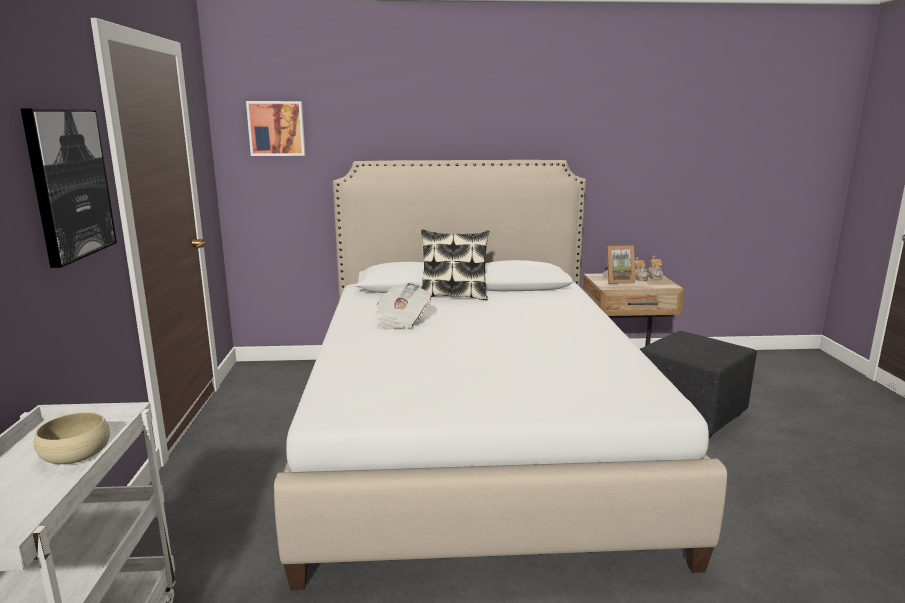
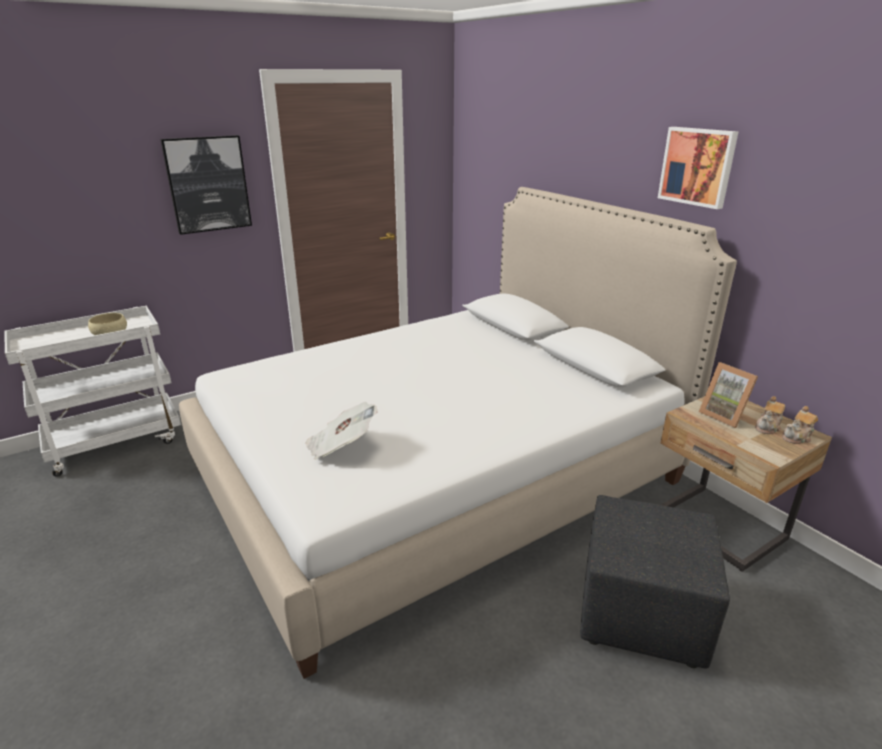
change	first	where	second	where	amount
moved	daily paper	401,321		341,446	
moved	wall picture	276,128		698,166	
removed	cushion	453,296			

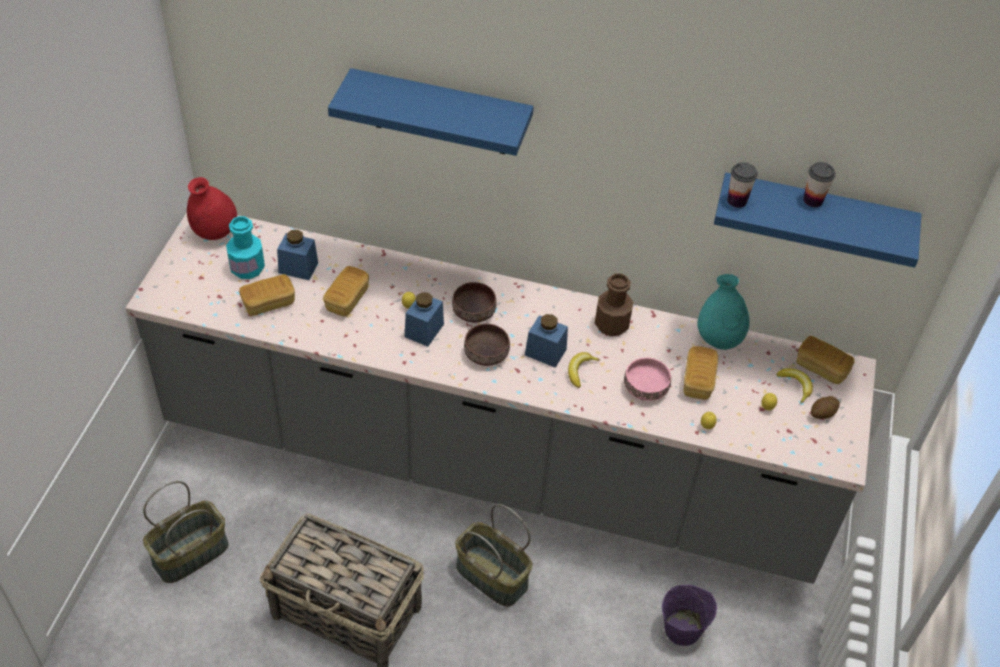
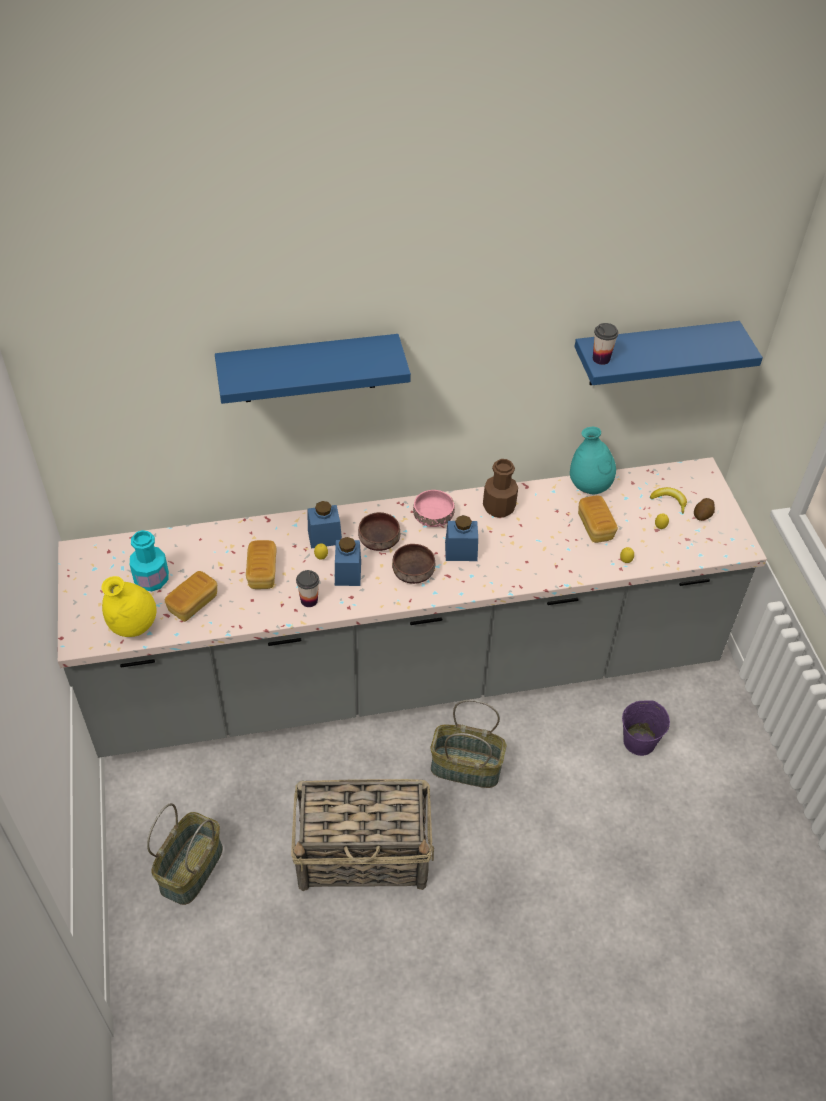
change	first	where	second	where	amount
added			decorative vase (yellowish)	133,627	
moved	drinking cup	813,200		309,600	
moved	preserve jar (blue)	298,268		324,537	
moved	bowl (pink-coloured)	644,387		432,516	
removed	decorative vase (red-coloured)	215,233			
removed	banana fruit	580,371			
removed	bakery bread	821,368			

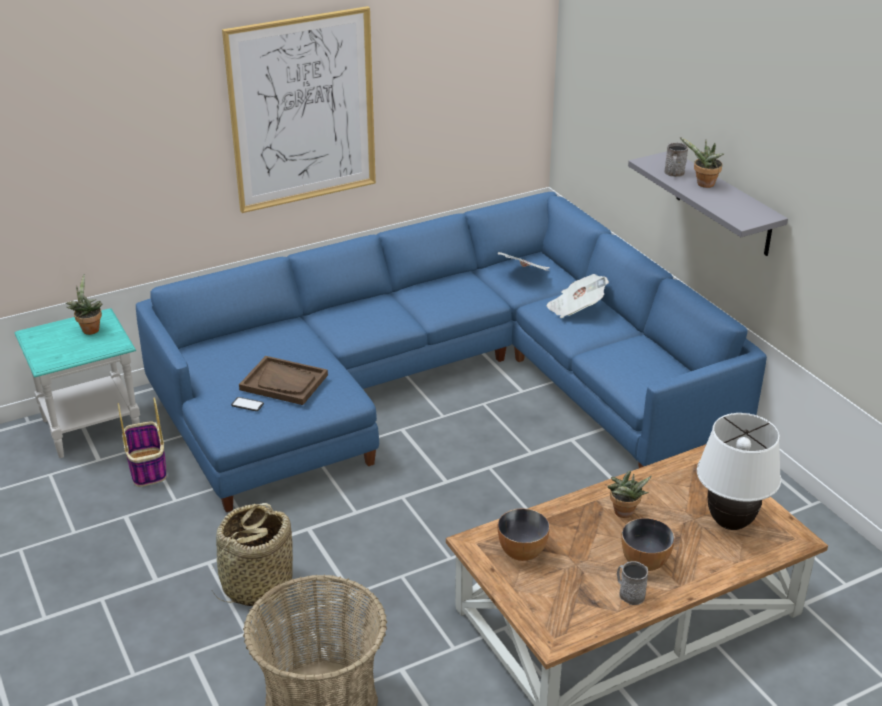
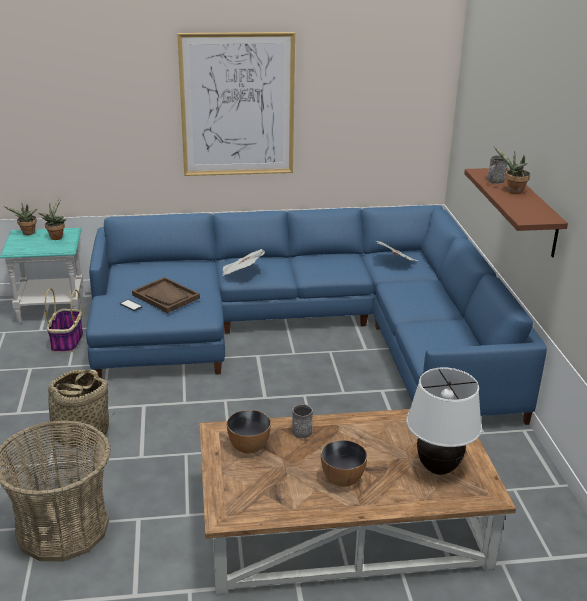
change	first	where	second	where	amount
moved	houseplant	624,514		27,233	
moved	daily paper	575,309		242,273	
moved	tea mug (gray)	629,593		300,430	
recoloured	bracket shelf (gray)	723,204	bracket shelf (brown)	532,212	

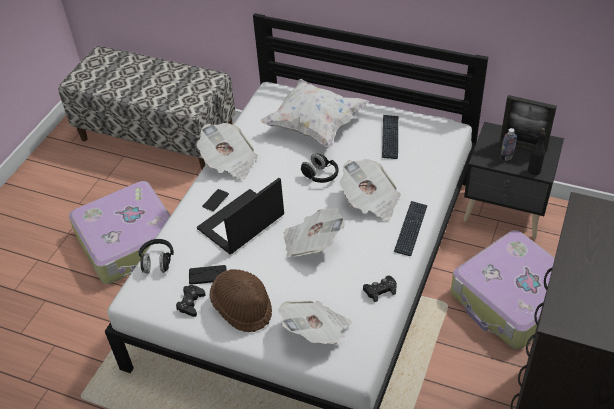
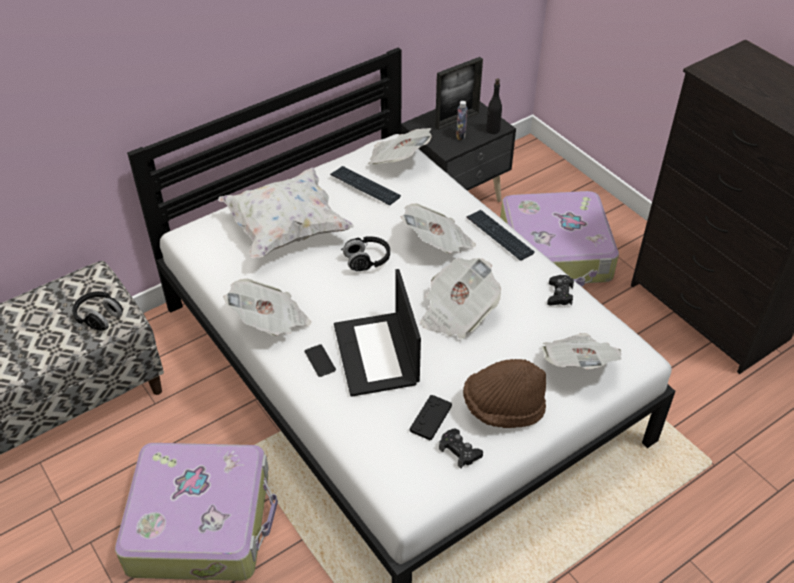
change	first	where	second	where	amount
moved	headphones (black)	157,262		99,318	
added			daily paper	398,160	

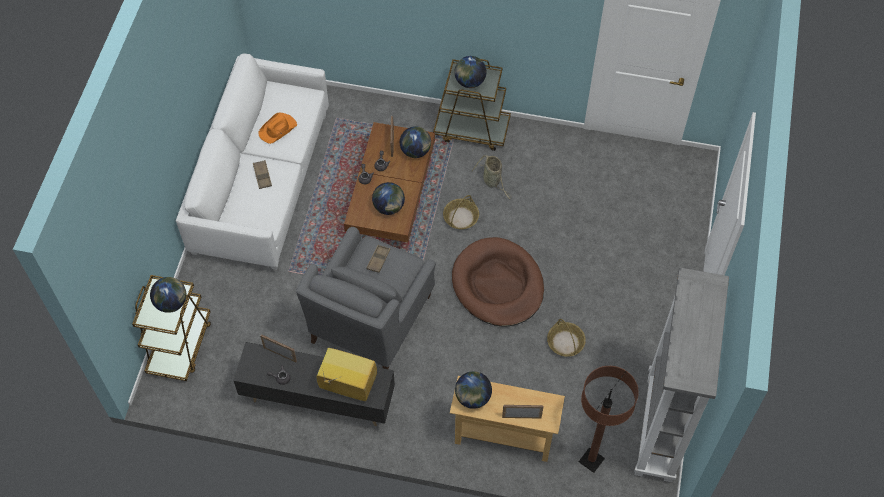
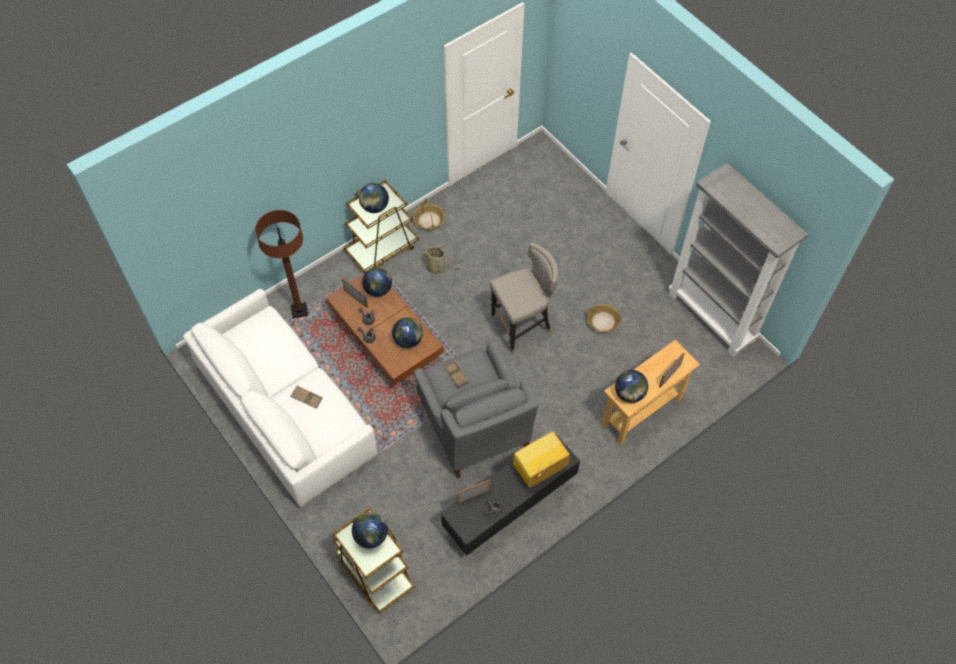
change	first	where	second	where	amount
moved	standing lamp (brown)	591,460		299,311	
moved	storage basket	461,217		429,220	
replaced	pet bed (brown)	498,285	sitting stool (gray)	522,327	
removed	clothing hat (orange-coloured)	278,129			

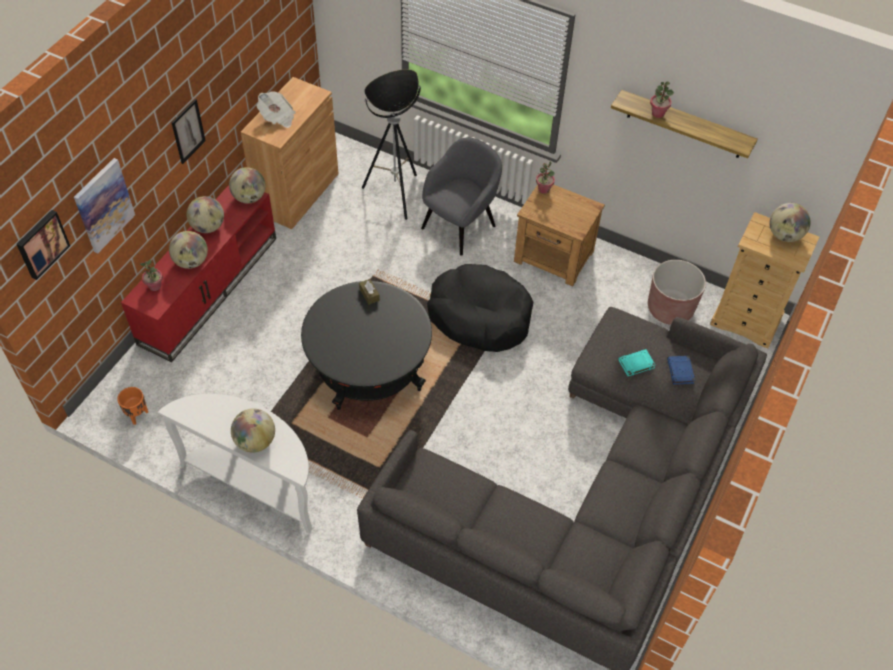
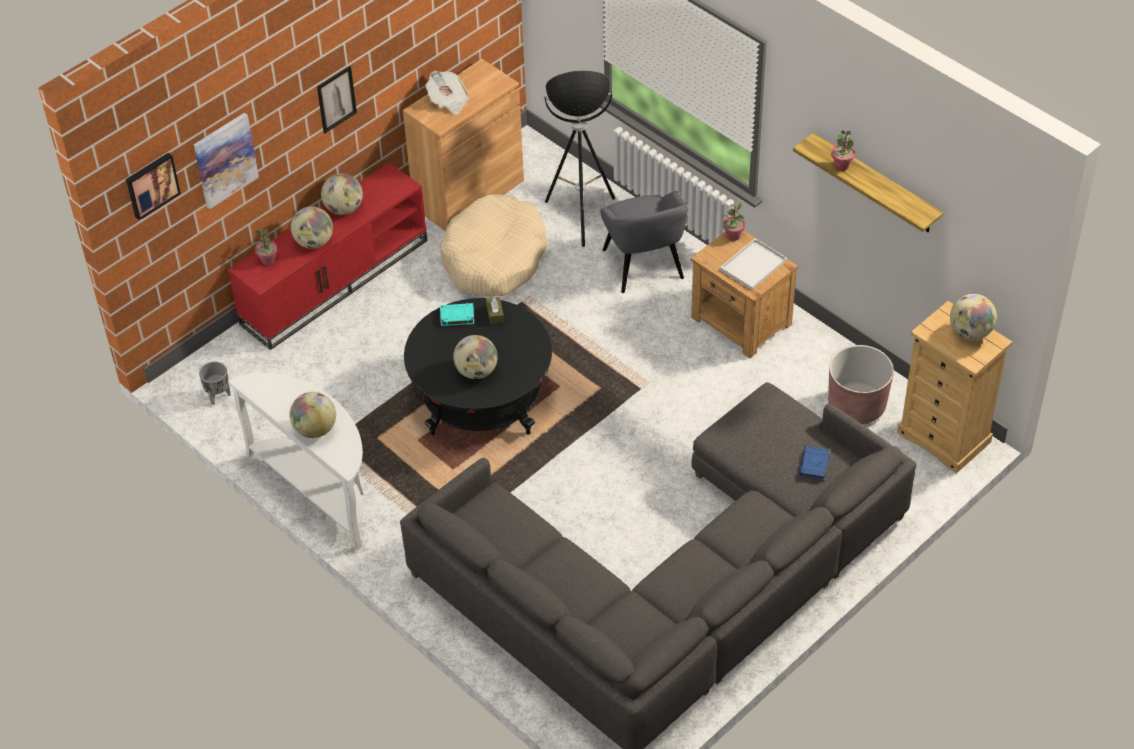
change	first	where	second	where	amount
recoloured	flower pot (orange-coloured)	137,415	flower pot (gray)	218,395	
added			pet bed (sand-coloured)	494,258	
moved	volume (turquoise-coloured)	636,364		456,316	
moved	world globe	249,197		476,371	
turned	easy chair (gray)	460,226		643,265	105 degrees clockwise
added			carrying tray (white-coloured)	753,266	
removed	pet bed (black)	480,316			

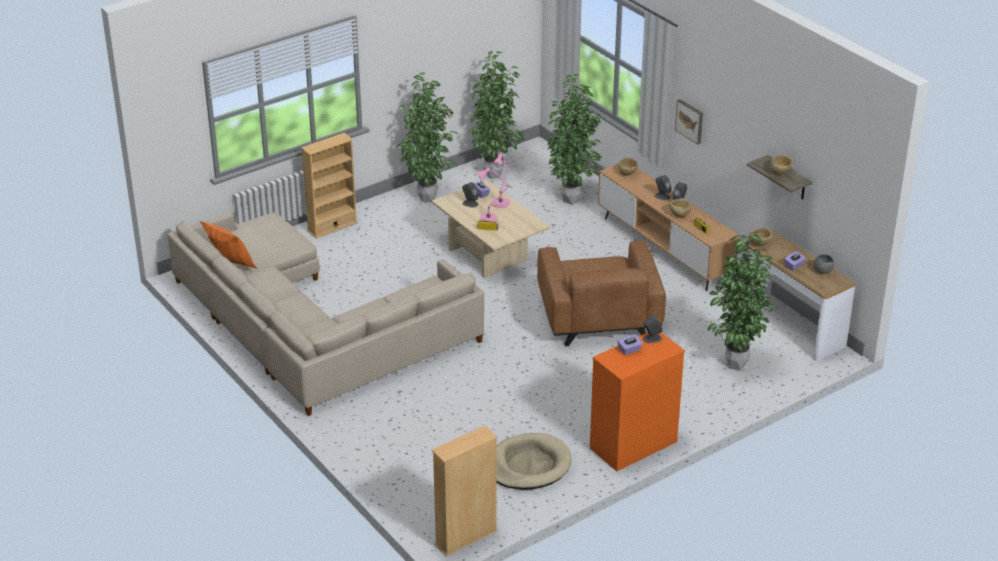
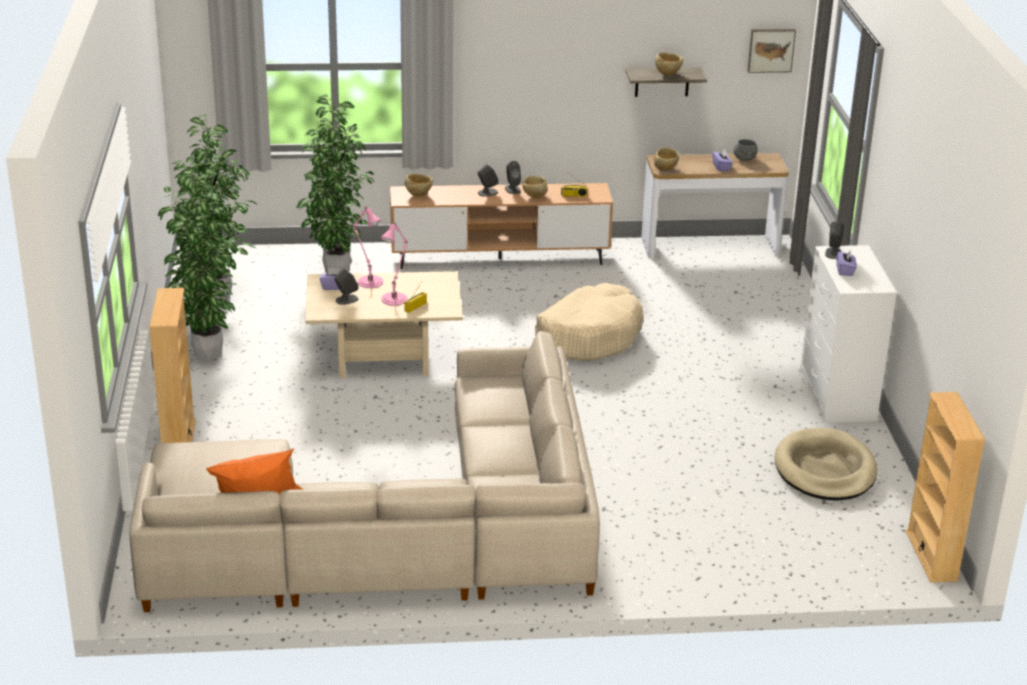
change	first	where	second	where	amount
replaced	easy chair (brown)	599,318	pet bed (sand-coloured)	588,336	
moved	wall picture	690,121		770,49	
recoloured	drawer chest (orange-coloured)	632,445	drawer chest (white-coloured)	838,396	
removed	houseplant	736,366			

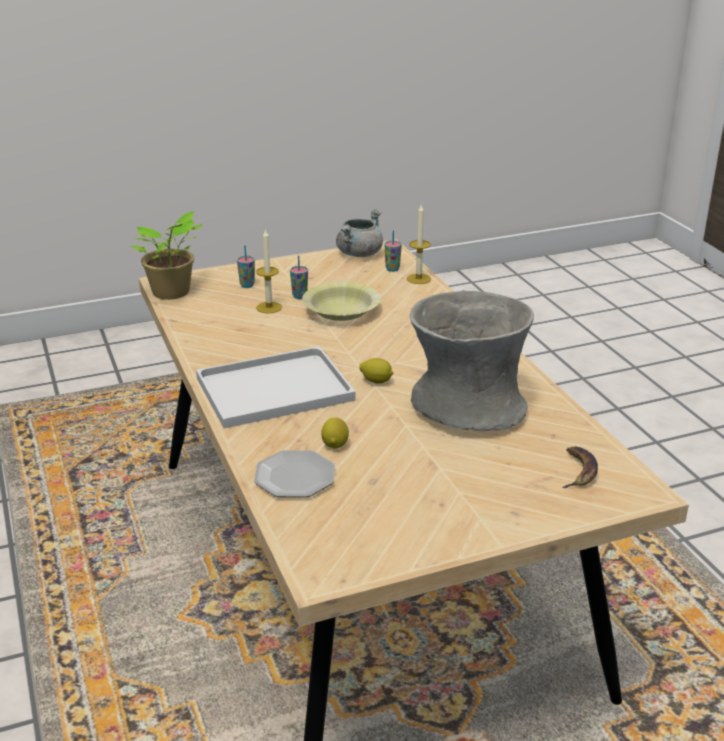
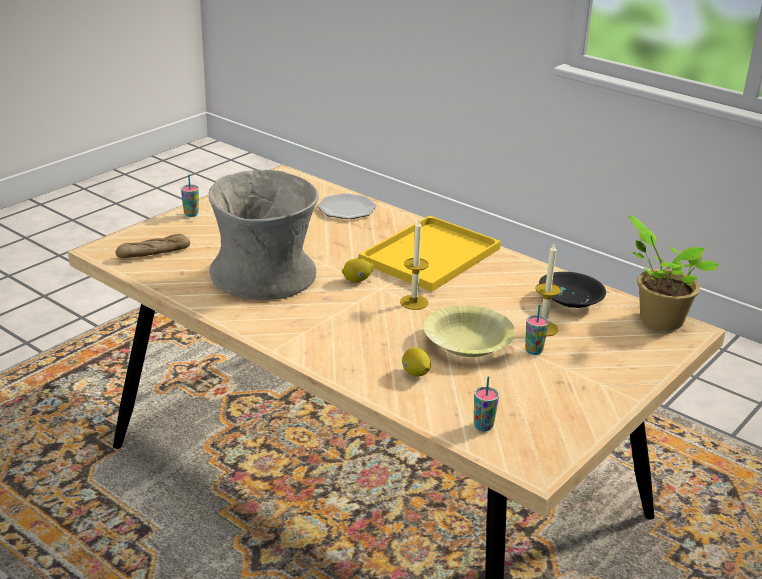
change	first	where	second	where	amount
replaced	banana fruit	578,471	bakery bread	154,253	
moved	drinking cup	247,285		191,214	
recoloured	carrying tray (white-coloured)	277,388	carrying tray (yellowish)	430,256	
moved	candle	418,279		414,302	
moved	lemon	335,444		415,374	
added			bowl (black)	570,299	
removed	cooking pot (gray)	359,253			

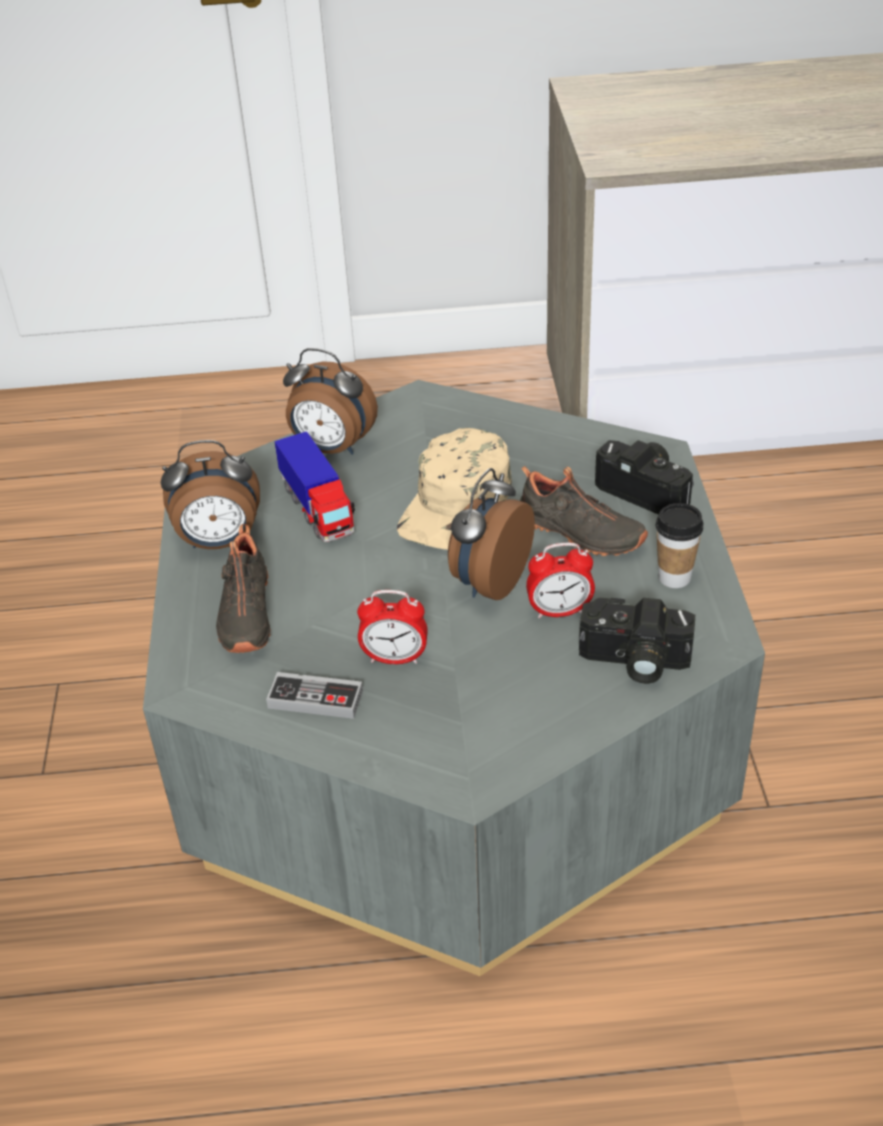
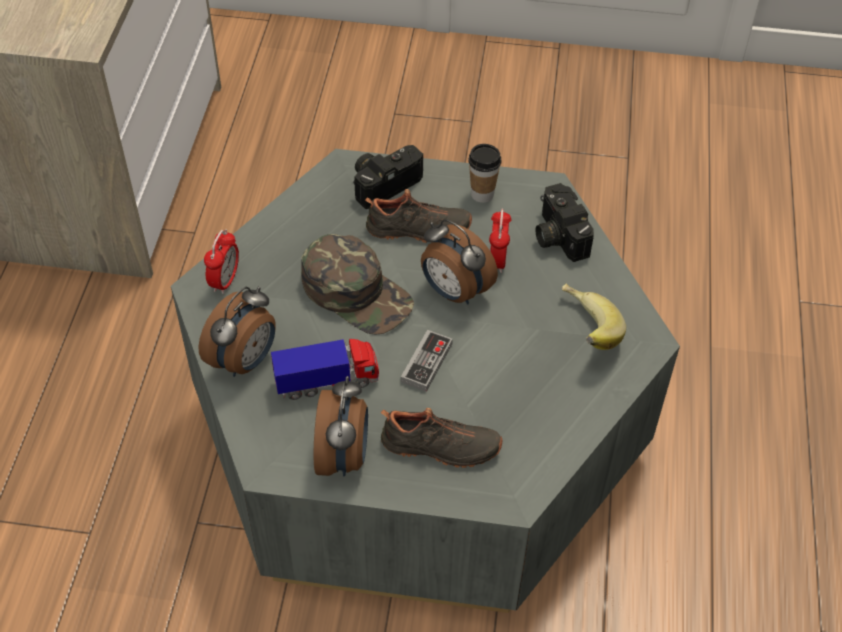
change	first	where	second	where	amount
moved	bedside clock	395,658		225,281	
recoloured	cap (sand-coloured)	457,504	cap (greenish)	357,292	
turned	item of footwear (black)	579,533		418,231	45 degrees clockwise
moved	joypad	315,699		426,363	
turned	photo camera	633,661		557,235	135 degrees clockwise
added			banana fruit	583,332	

